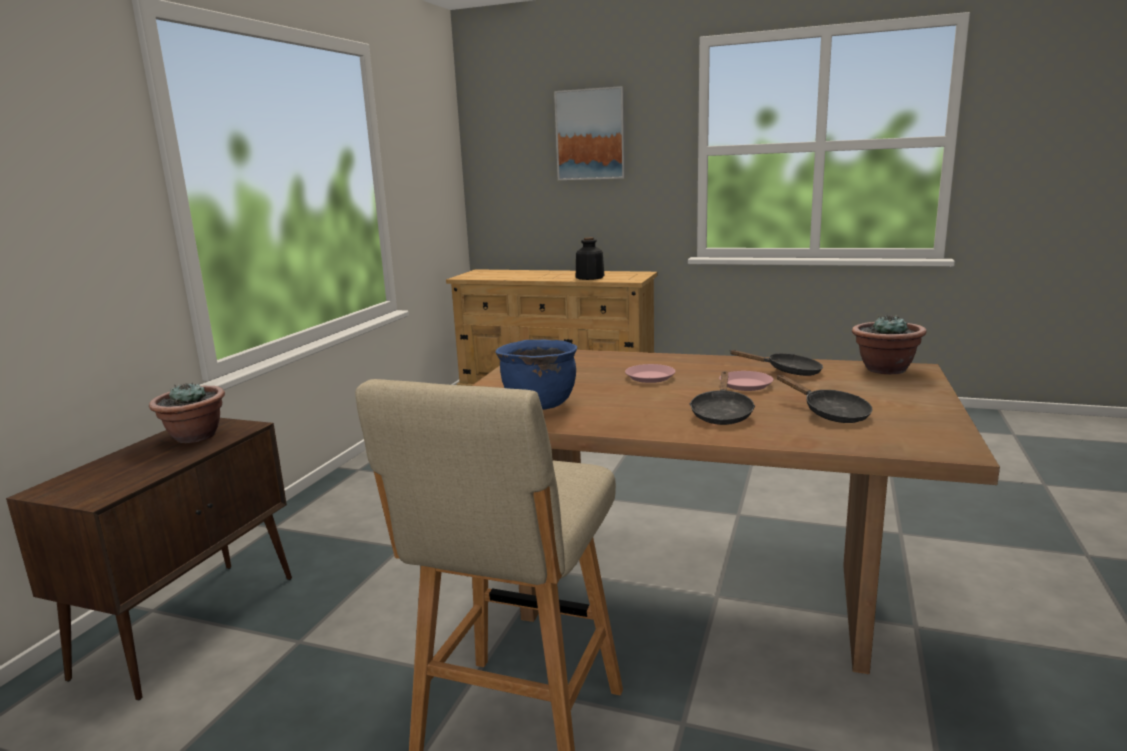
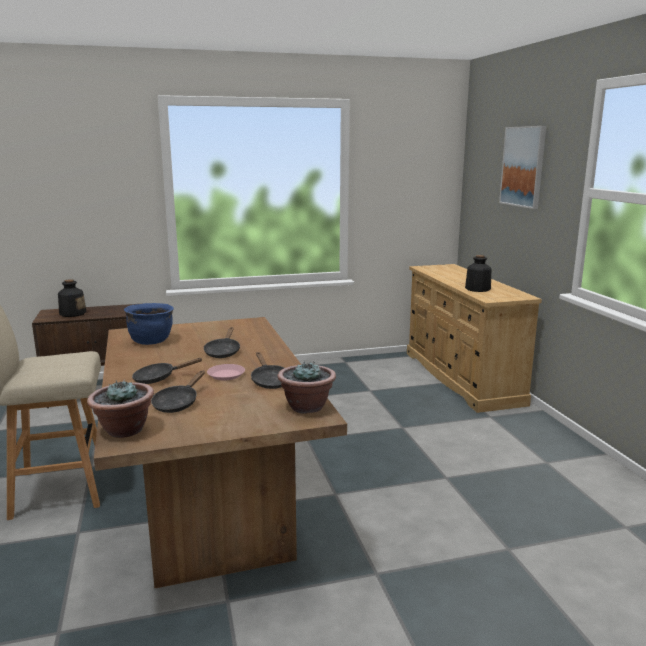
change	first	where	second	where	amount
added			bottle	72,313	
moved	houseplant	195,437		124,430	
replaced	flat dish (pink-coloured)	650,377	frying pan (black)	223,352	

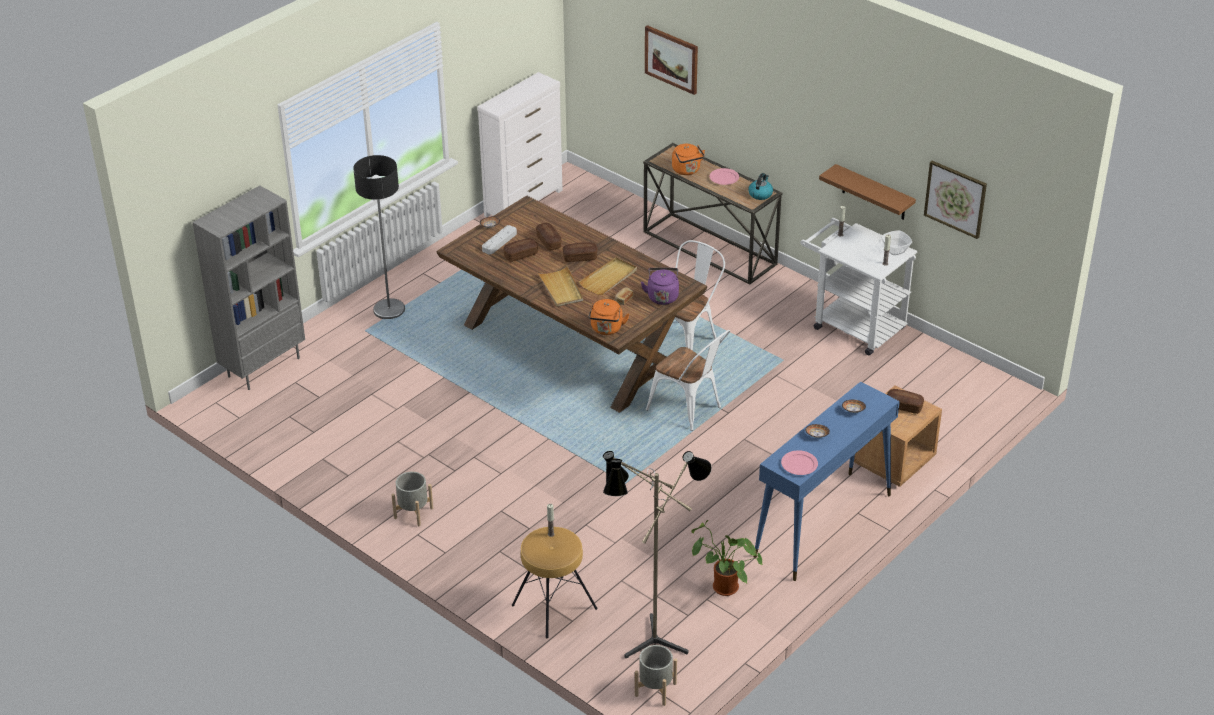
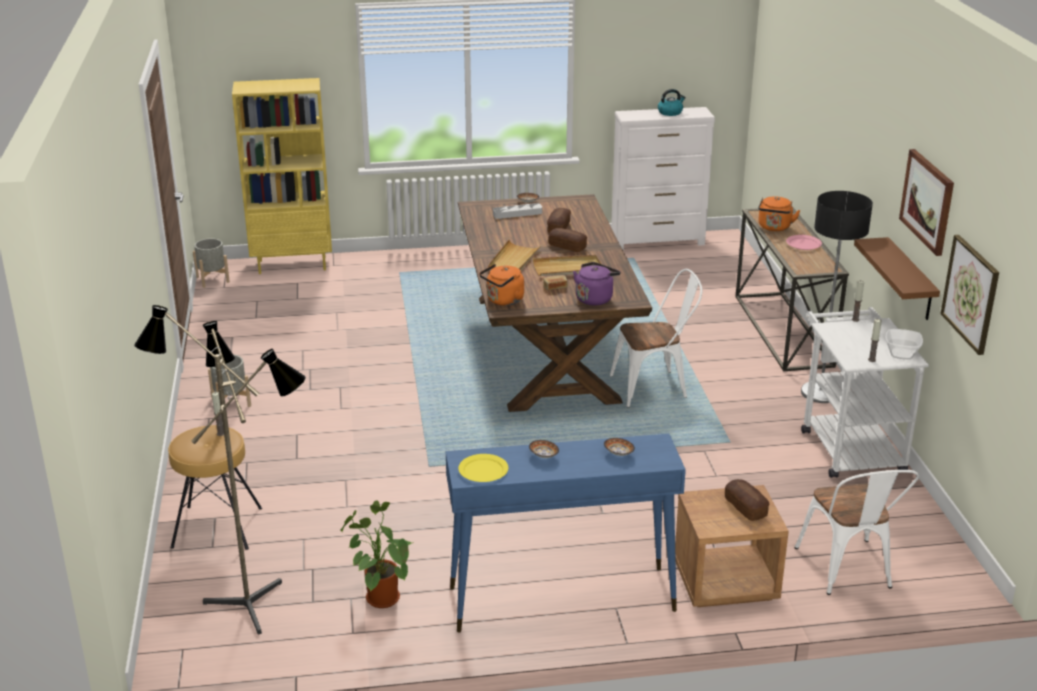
change	first	where	second	where	amount
moved	flower pot (gray)	655,689		212,279	
recoloured	bookcase (gray)	263,366	bookcase (yellowish)	293,265	
recoloured	flat dish (pink-coloured)	799,464	flat dish (yellowish)	483,470	
moved	water kettle	760,194		670,112	
moved	chair (white-coloured)	689,410		848,572	
moved	standing lamp	389,309		820,393	
moved	wall picture	672,59		927,201	
removed	bakery bread	520,255			

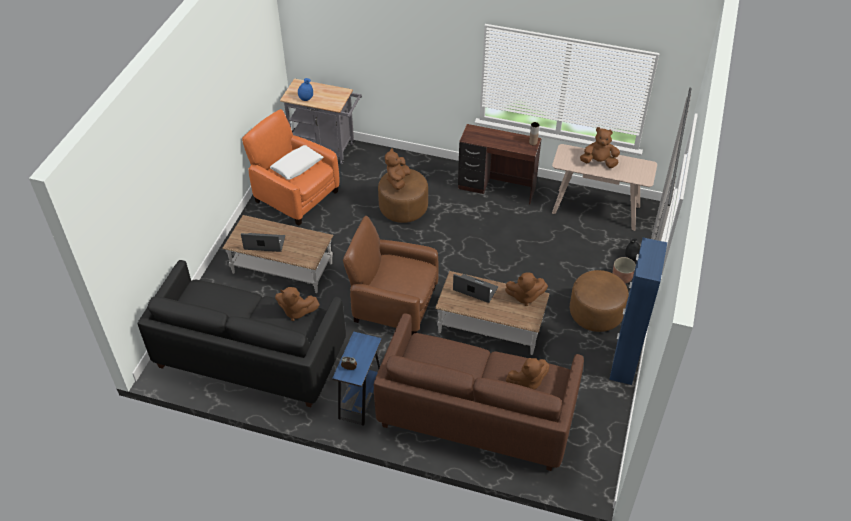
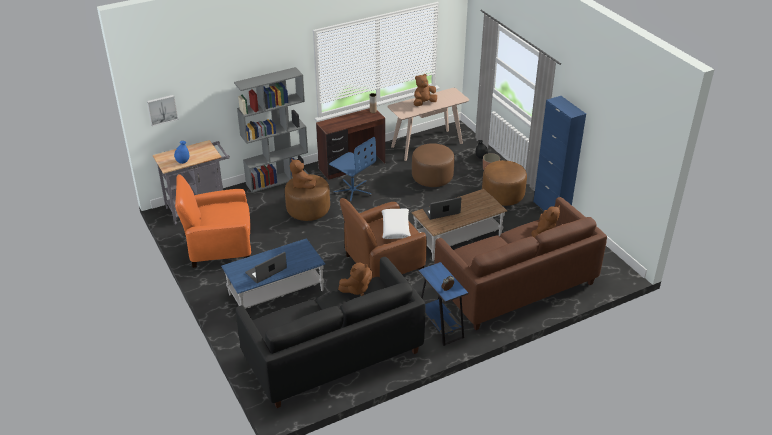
change	first	where	second	where	amount
added			wall picture	162,109	
recoloured	lounge table (brown)	282,268	lounge table (blue)	276,292	
added			bookcase (gray)	278,179	
added			desk chair (blue)	353,191	
moved	cushion (white-coloured)	297,166		396,228	
added			pouffe (brown)	432,177	
removed	soft toy (brown)	525,296			

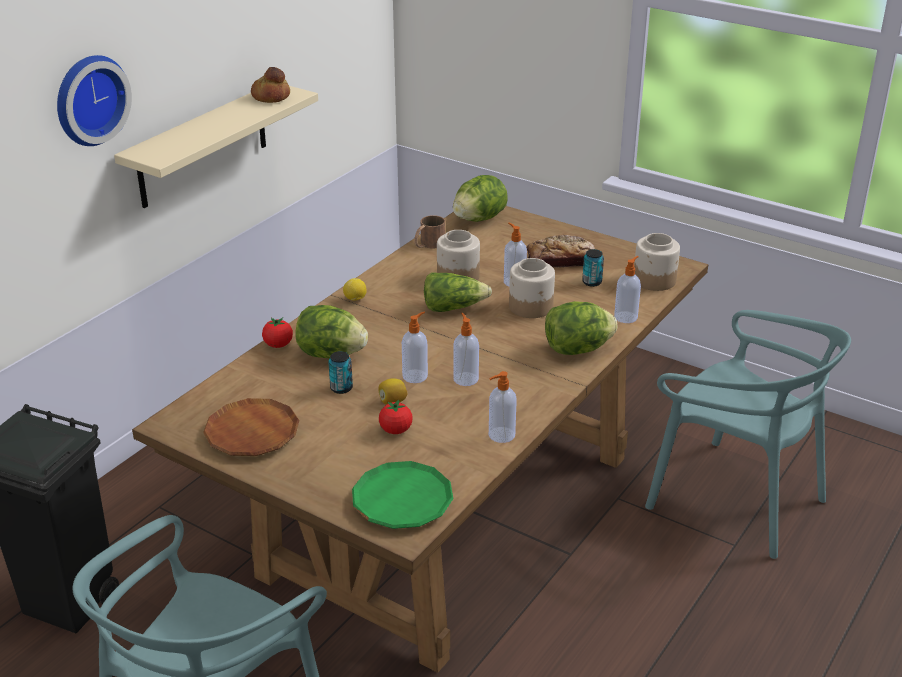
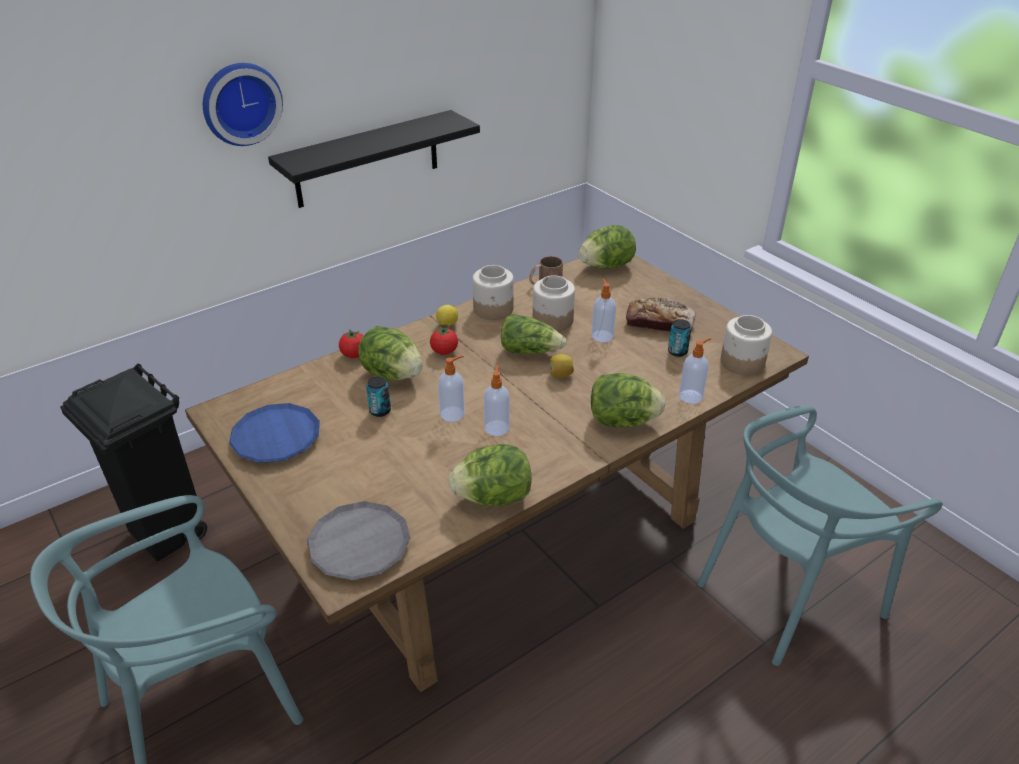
change	first	where	second	where	amount
recoloured	flat dish (brown)	252,433	flat dish (blue)	276,438	
recoloured	bracket shelf (sand-coloured)	203,145	bracket shelf (black)	367,159	
recoloured	flat dish (greenish)	402,501	flat dish (gray)	359,545	
moved	fresh tomato	396,430		444,351	
replaced	soap dispenser	500,435	lettuce	493,497	
moved	preserve jar	531,307		493,309	
moved	lemon	392,402		560,374	
turned	chair (turquoise-coloured)	736,499		788,593	90 degrees clockwise
removed	bakery bread	270,96			

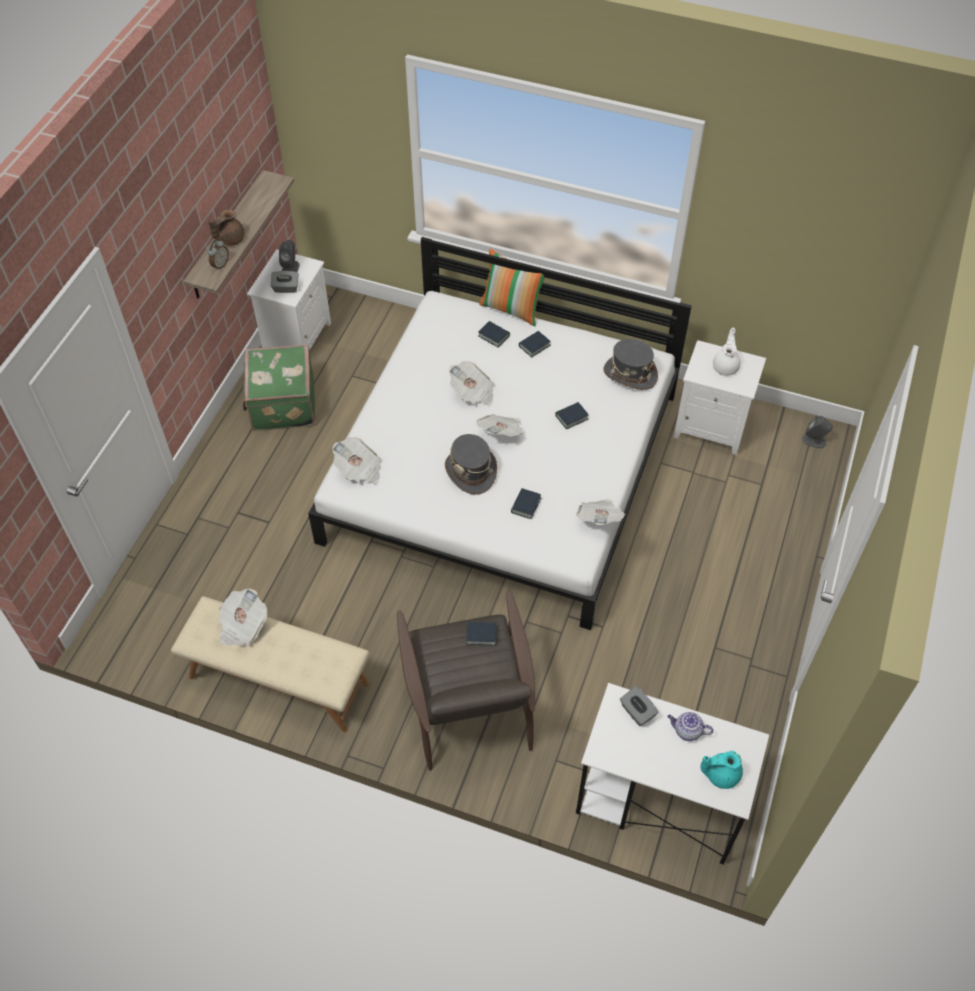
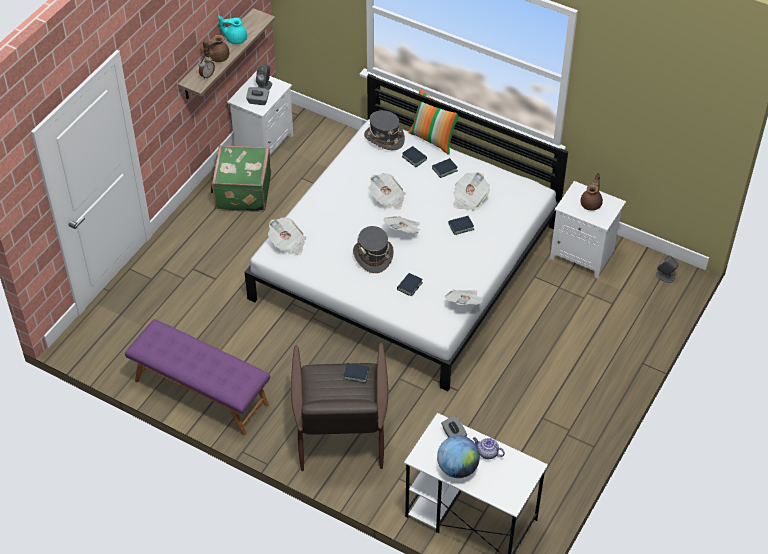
change	first	where	second	where	amount
recoloured	long seat (sand-coloured)	278,681	long seat (purple)	200,392	
moved	teapot (turquoise-coloured)	720,774		235,39	
moved	clothing hat (gray)	630,374		384,138	
added			world globe	457,468	
moved	daily paper	242,626		469,199	
recoloured	teapot (white-coloured)	726,366	teapot (brown)	591,203	

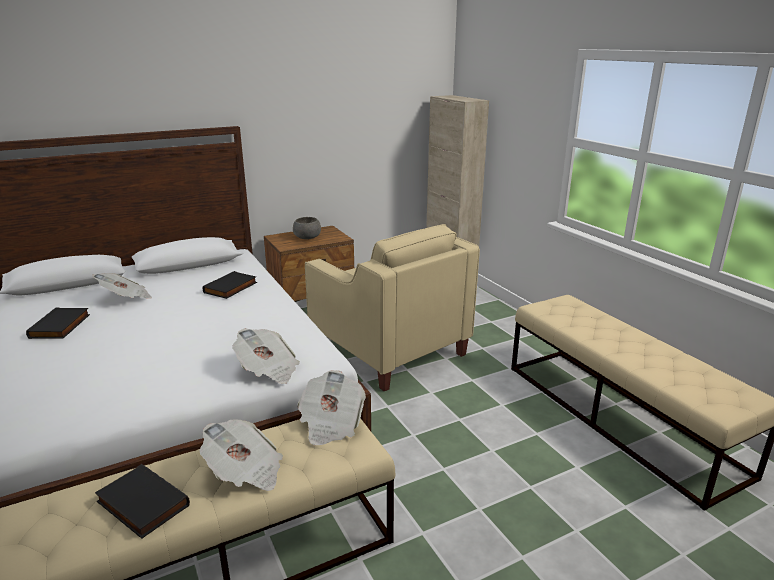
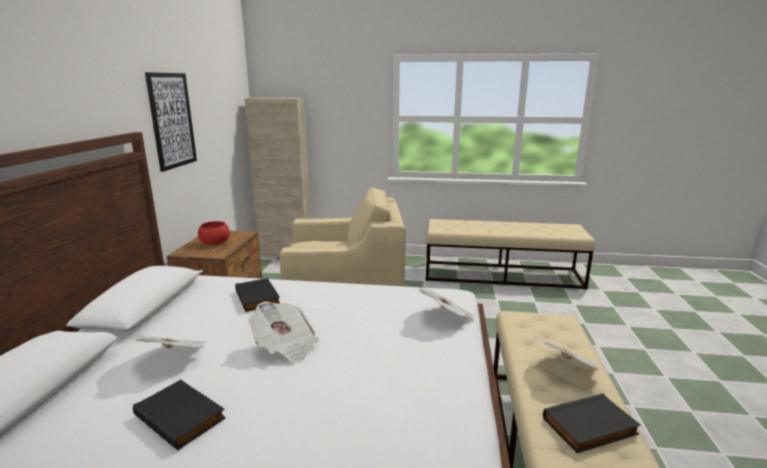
change	first	where	second	where	amount
added			wall picture	172,120	
recoloured	bowl (gray)	307,237	bowl (red-coloured)	214,243	
moved	daily paper	331,423		285,346	

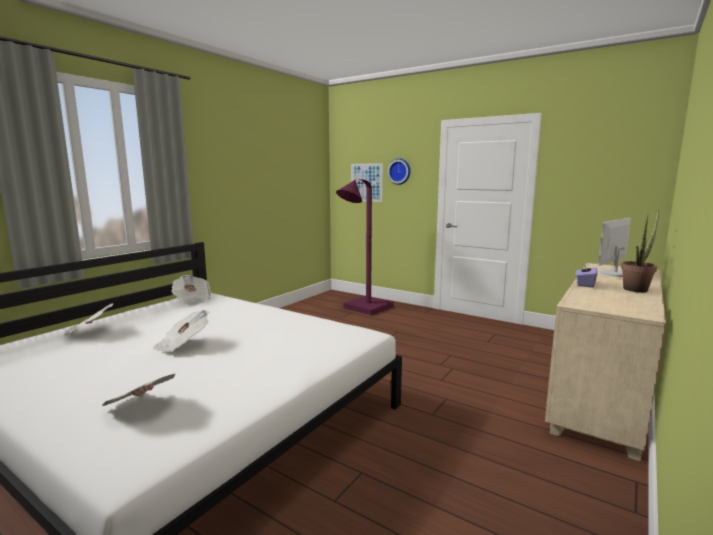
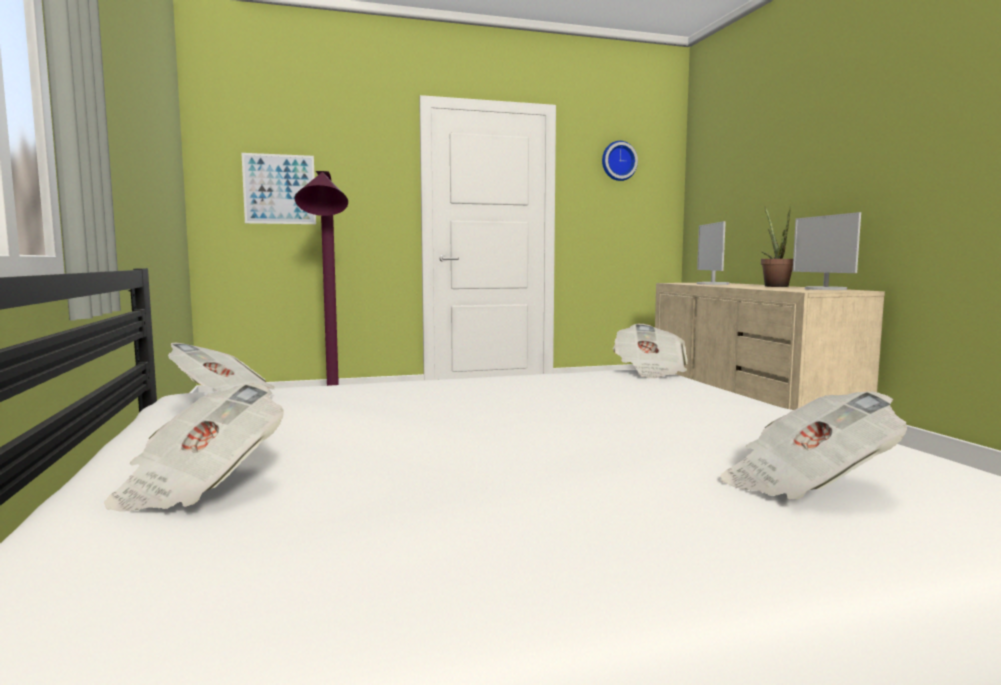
change	first	where	second	where	amount
moved	hanging clock	400,171		618,161	
moved	daily paper	183,344		649,371	
added			monitor	825,289	
removed	box of tissues (purple)	584,284			

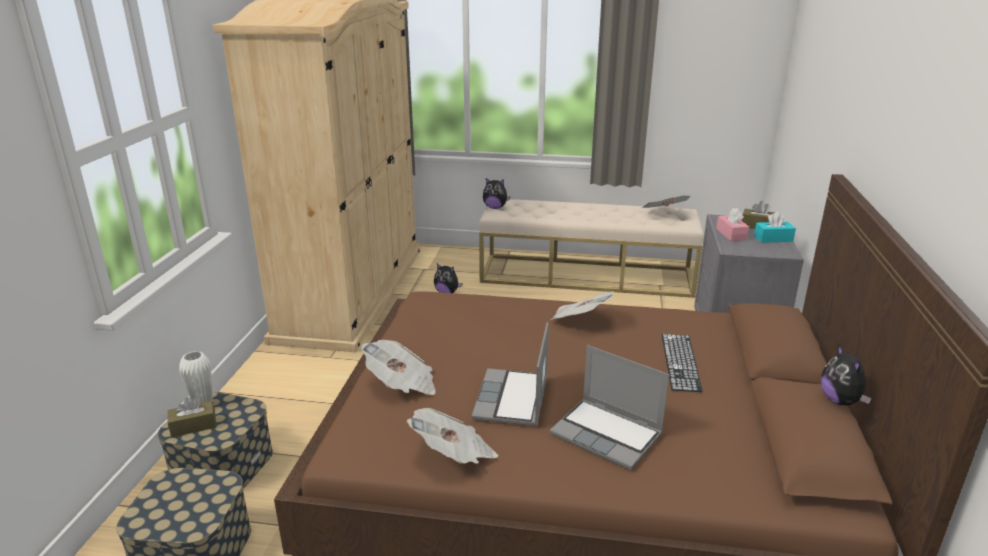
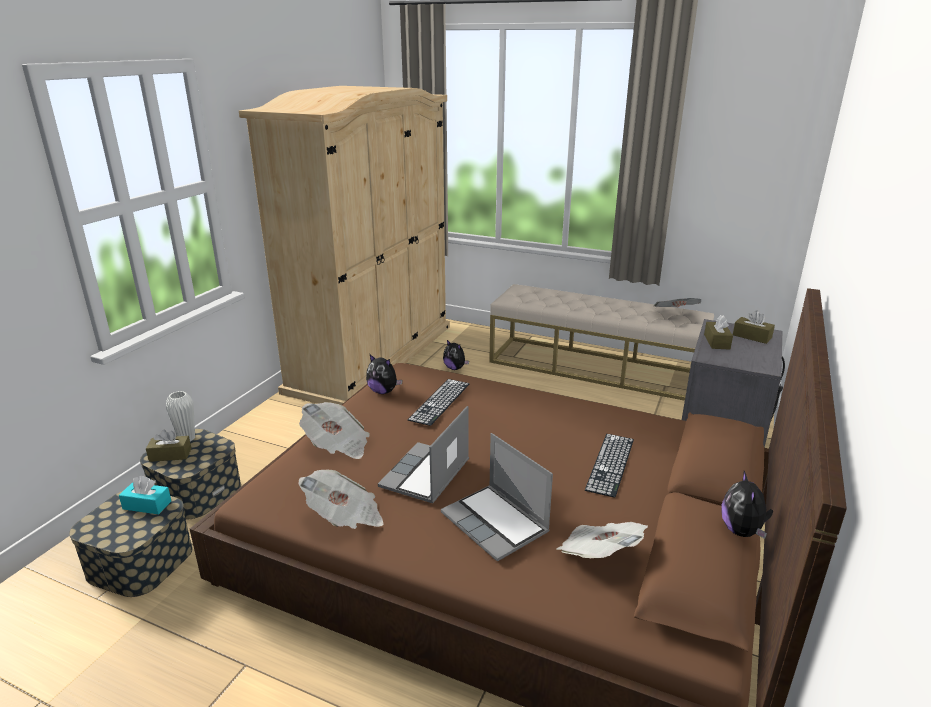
change	first	where	second	where	amount
moved	box of tissues (turquoise-coloured)	773,238		147,505	
moved	soft toy	495,207		383,391	
added			keyboard	440,401	
moved	daily paper	580,320		598,555	
recoloured	box of tissues (pink-coloured)	731,234	box of tissues (brown)	716,342	

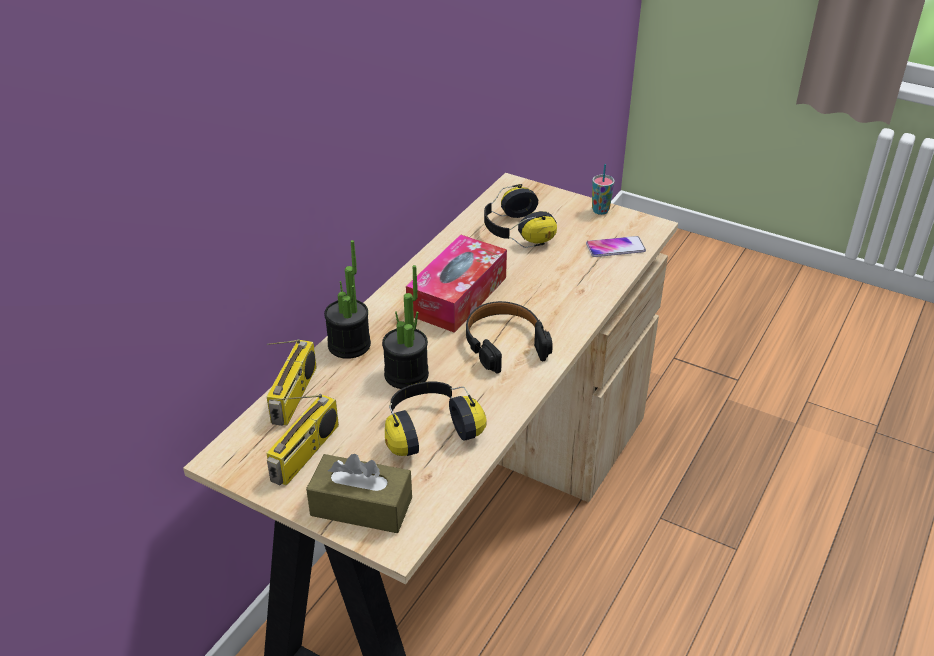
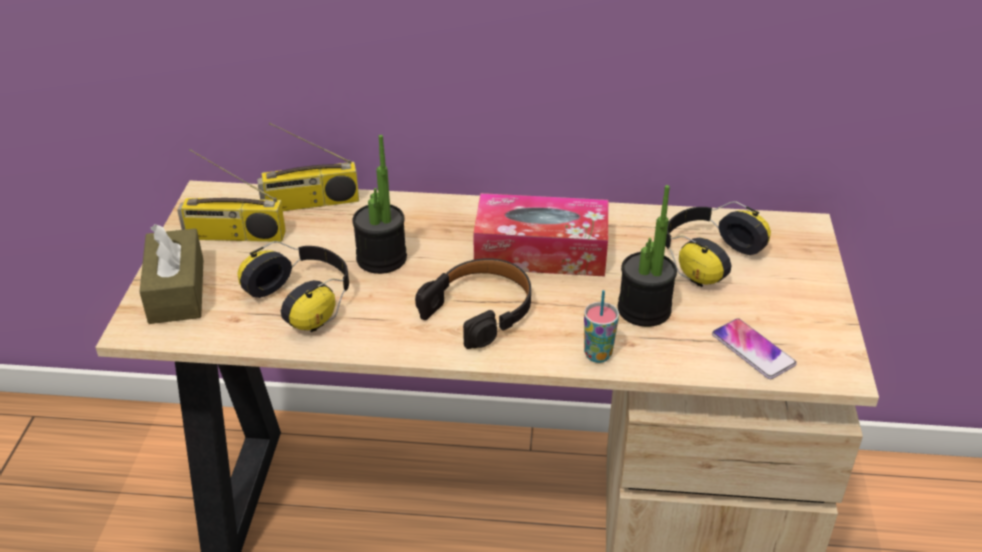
change	first	where	second	where	amount
moved	drinking cup	600,210		597,355	
moved	houseplant	349,345		644,309	

